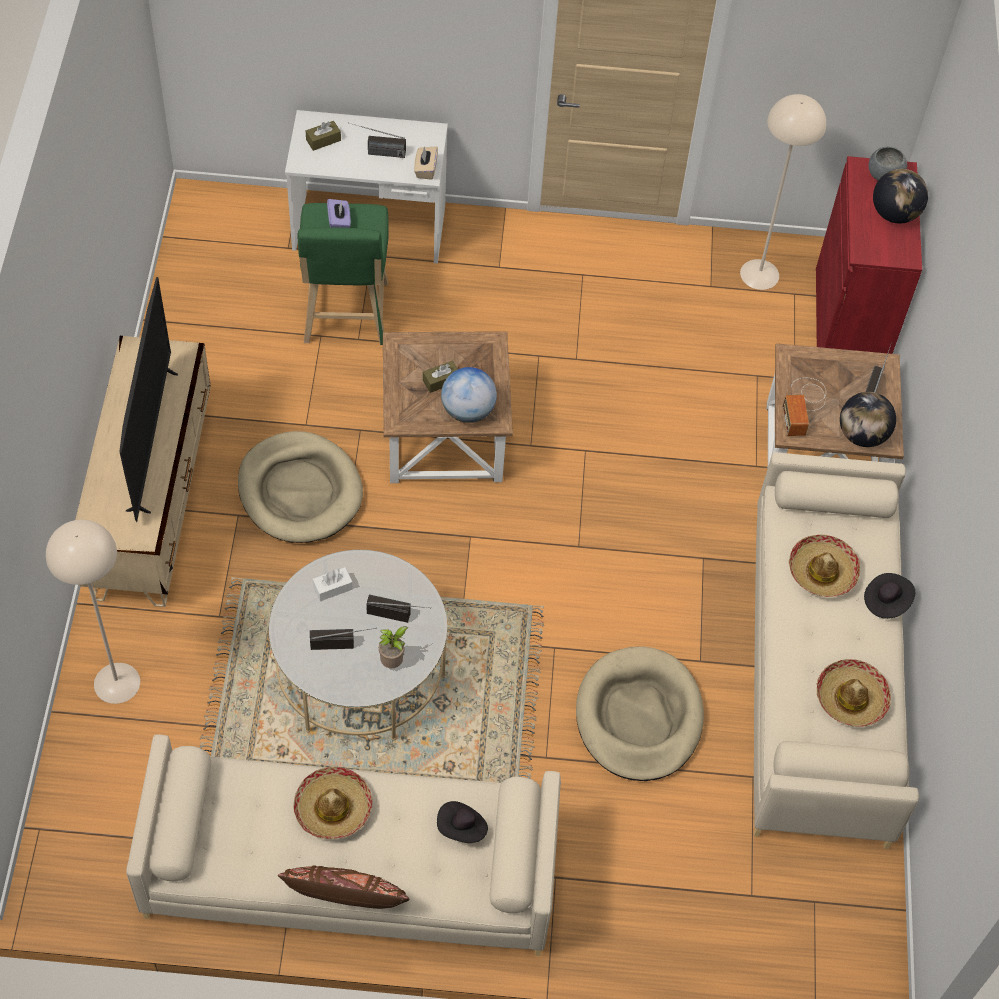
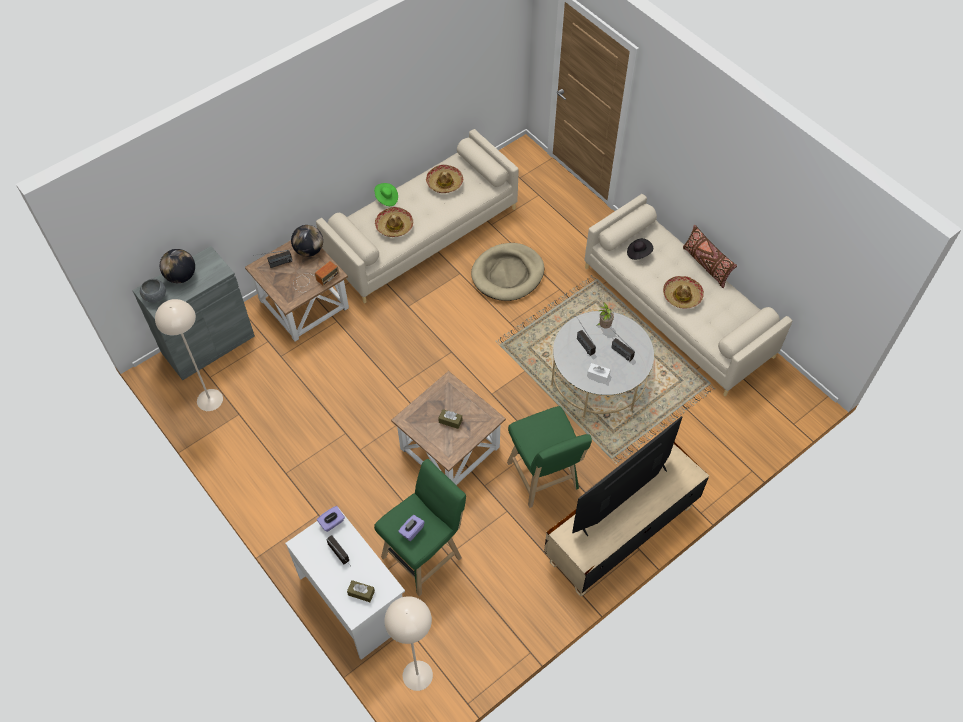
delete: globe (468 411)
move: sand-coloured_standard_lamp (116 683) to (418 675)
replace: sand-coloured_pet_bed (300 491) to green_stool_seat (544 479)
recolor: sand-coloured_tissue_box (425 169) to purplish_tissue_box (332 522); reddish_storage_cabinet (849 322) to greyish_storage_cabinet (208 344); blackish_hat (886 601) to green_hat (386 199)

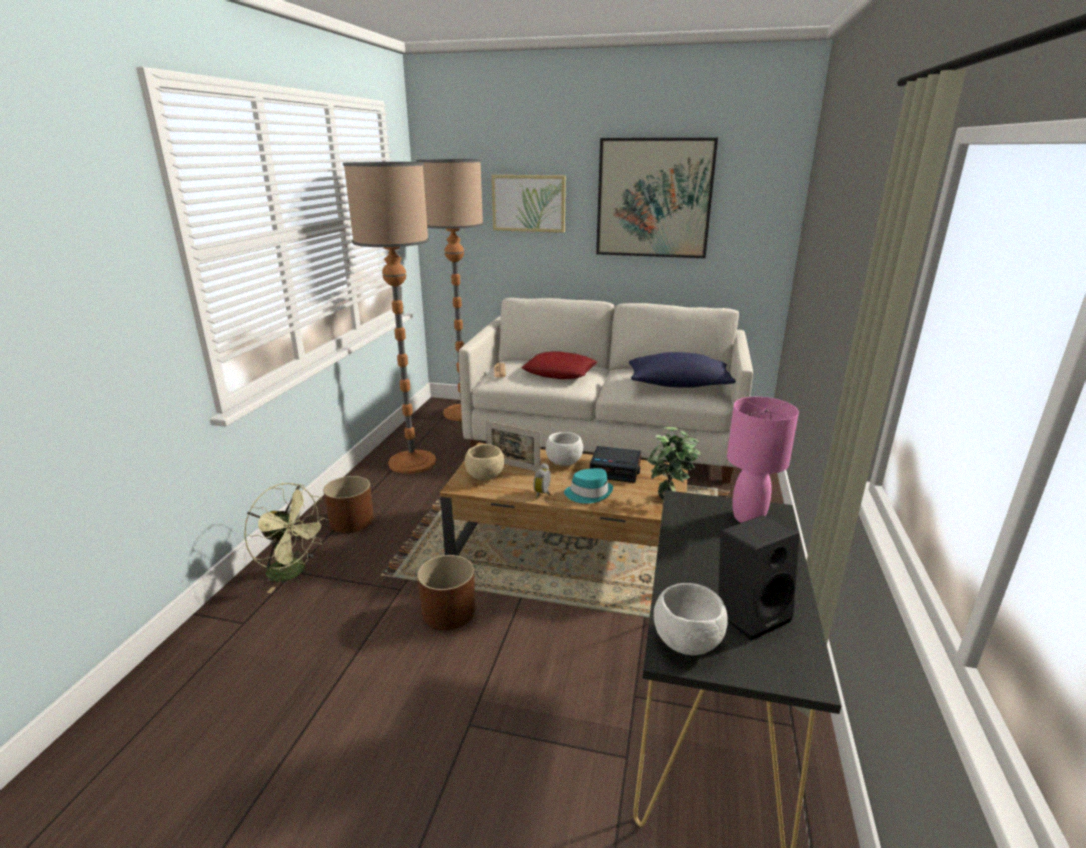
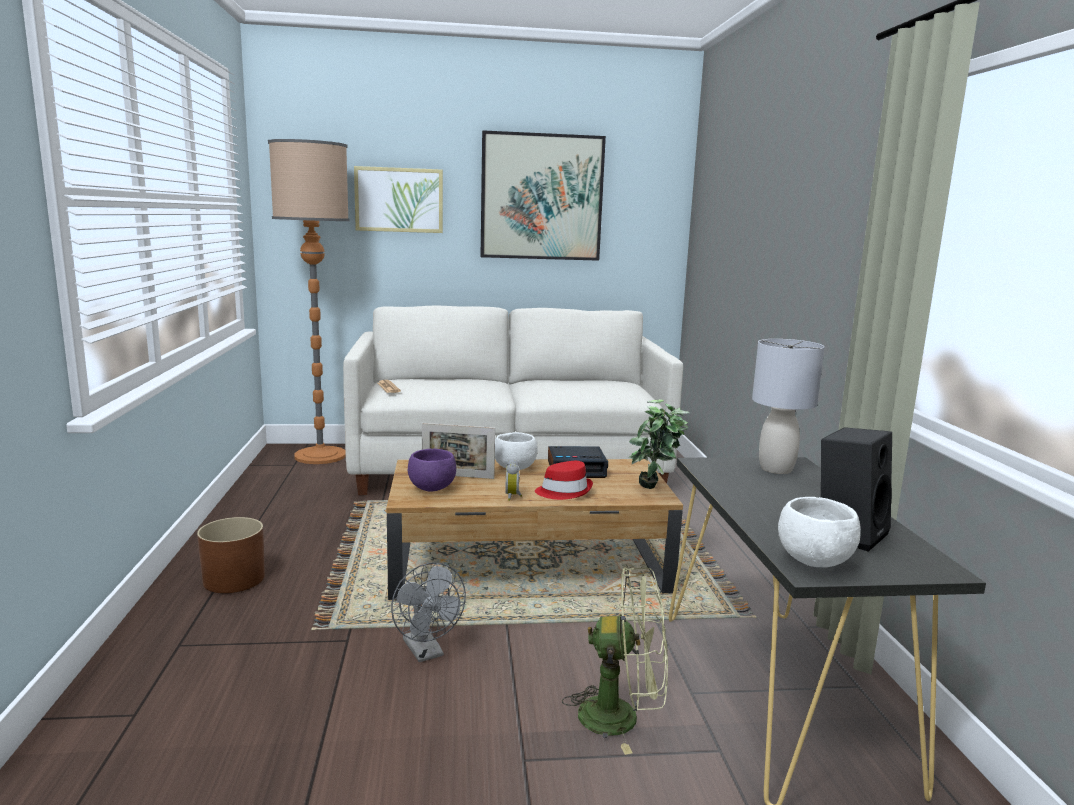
delete: standard_lamp (412 462); reddish_pillow (559 372); blue-coloured_pillow (678 385)
move: green_cooling_fan (293 572) to (622 717)
replace: brownish_flower_pot (449 611) to greyish_cooling_fan (426 652)
recolor: sand-coloured_bowl (485 477) to purplish_bowl (432 488); turquoise-coloured_hat (589 493) to reddish_hat (564 491); pink_lamp_for_a_table (748 518) to greyish_lamp_for_a_table (776 469)

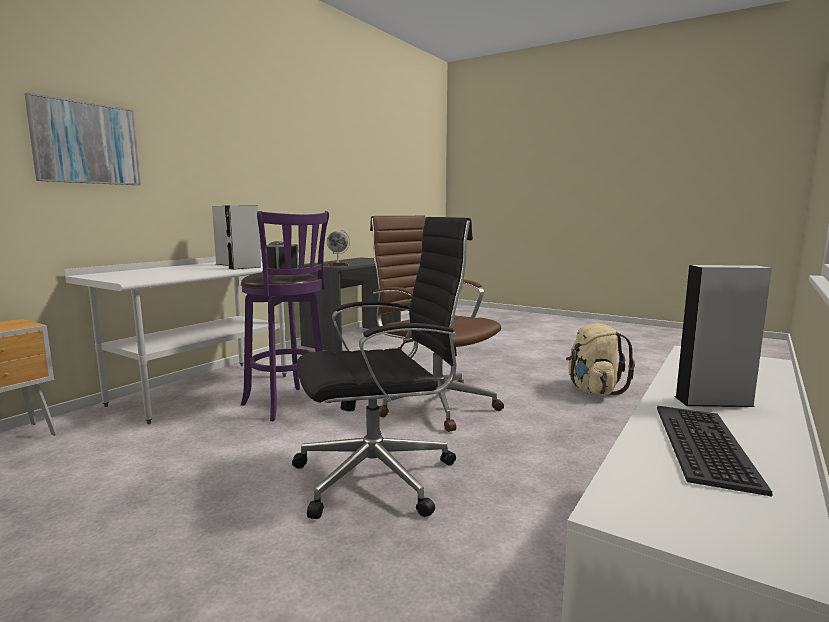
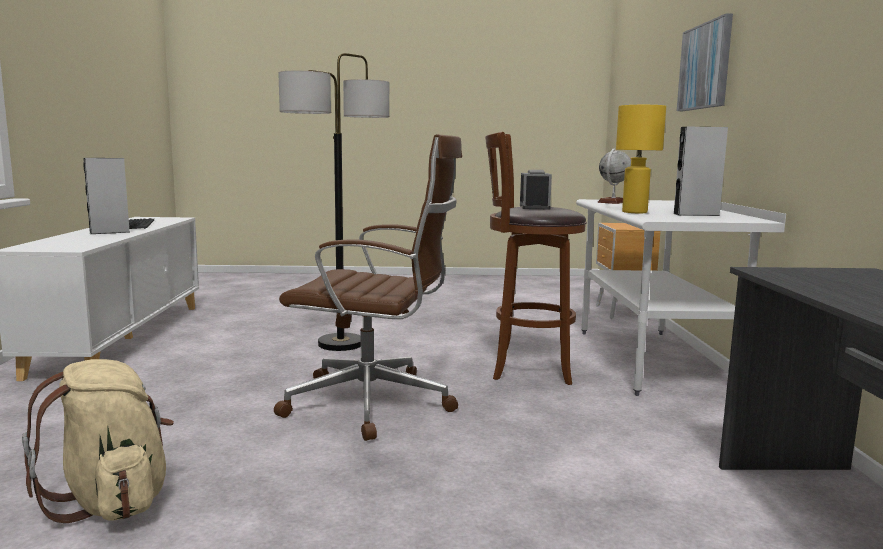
move: globe (338 265) to (613 202)
replace: greyish_speaker (245 268) to yellow-coloured_lamp_for_a_table (634 212); blackish_computer_chair (381 476) to standard_lamp (340 344)
recolor: purplish_stool_seat (289 404) to brownish_stool_seat (527 367)

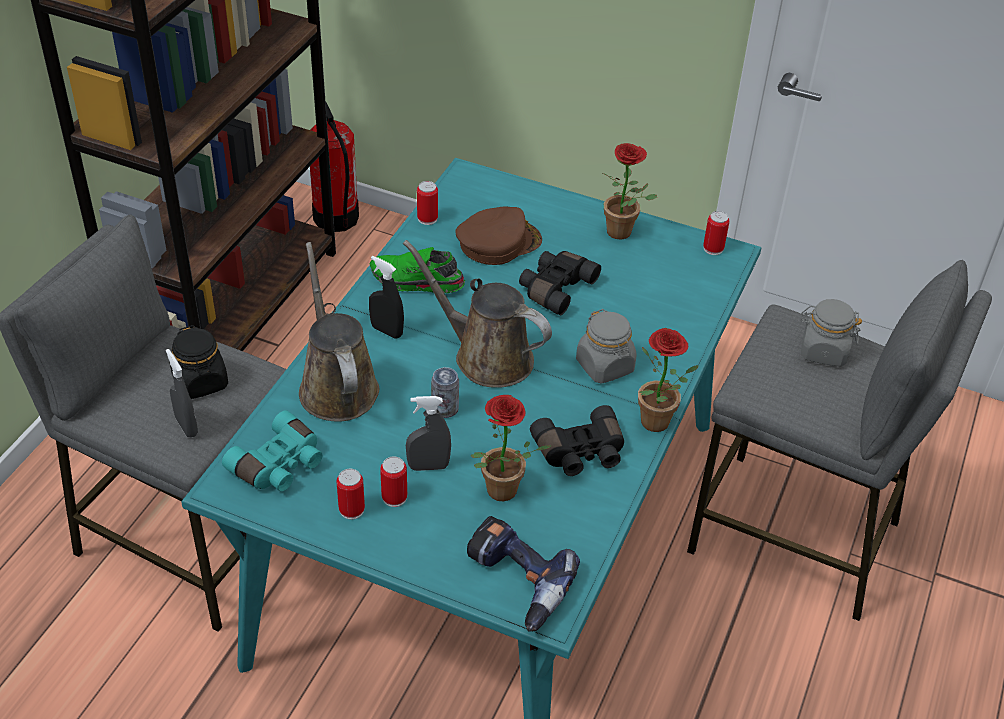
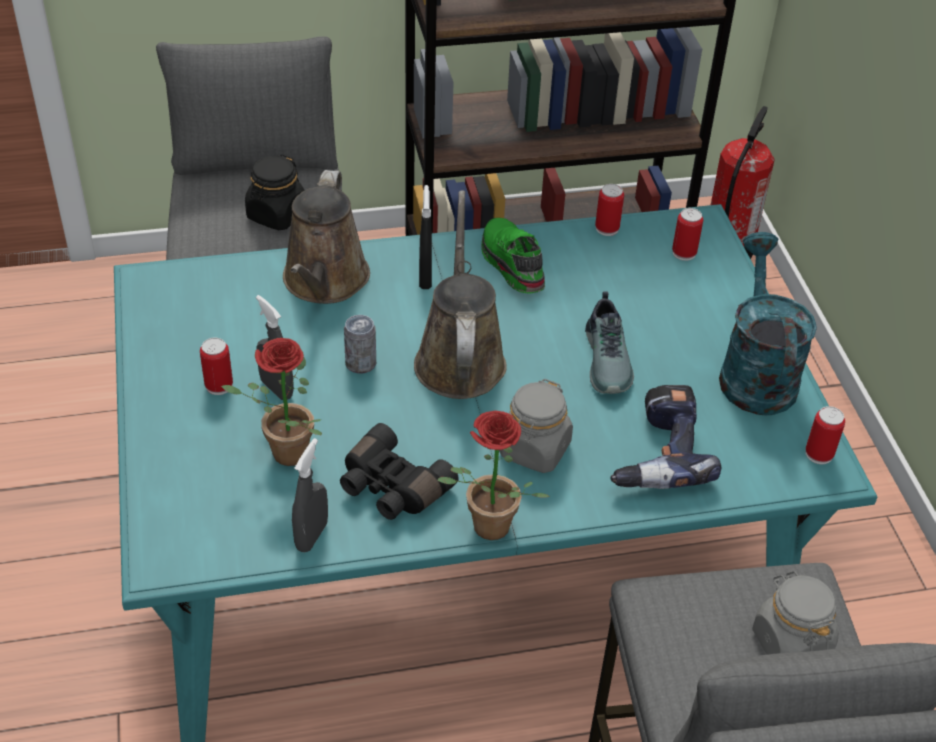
delete: turquoise-coloured_pair_of_binoculars (280 465); brownish_peaked_cap (498 242)
move: greyish_sprayer (186 426) to (311 536); can (351 510) to (684 253); power_drill (515 583) to (656 453)
replace: blackish_pair_of_binoculars (555 288) to low_shoe (609 360); potted_plant (624 233) to turquoise-coloured_watering_pot (755 372)
rotate: brownish_watering_pot (336 385) = (324 282) 150 degrees clockwise

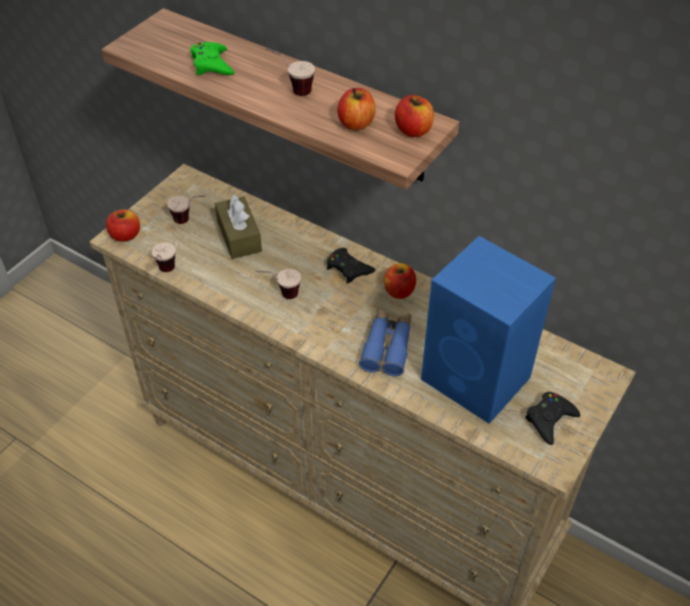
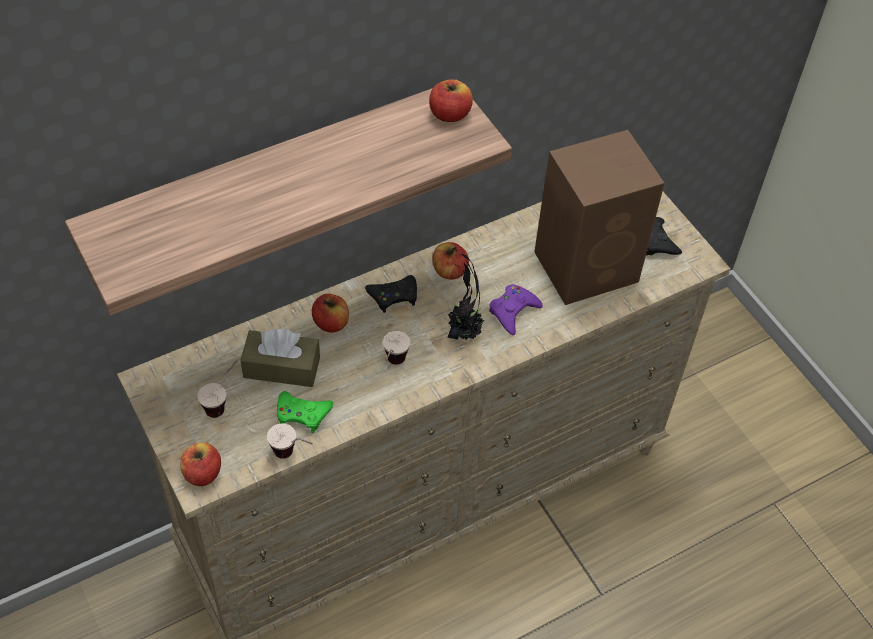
delete: small_cup (291 90)
insert: potted_plant (463 331)
move: green_gamepad (212 64) to (302 414); apple_fruit (356 123) to (331 323)
replace: blue-coloured_pair_of_binoculars (387 347) to purplish_gamepad (513 311)
recolor: blue-coloured_speaker (478 380) to brownish_speaker (588 266)

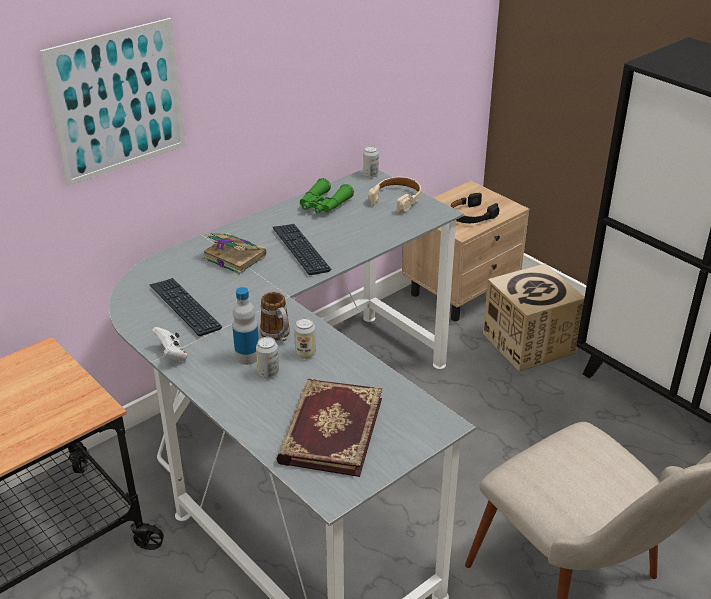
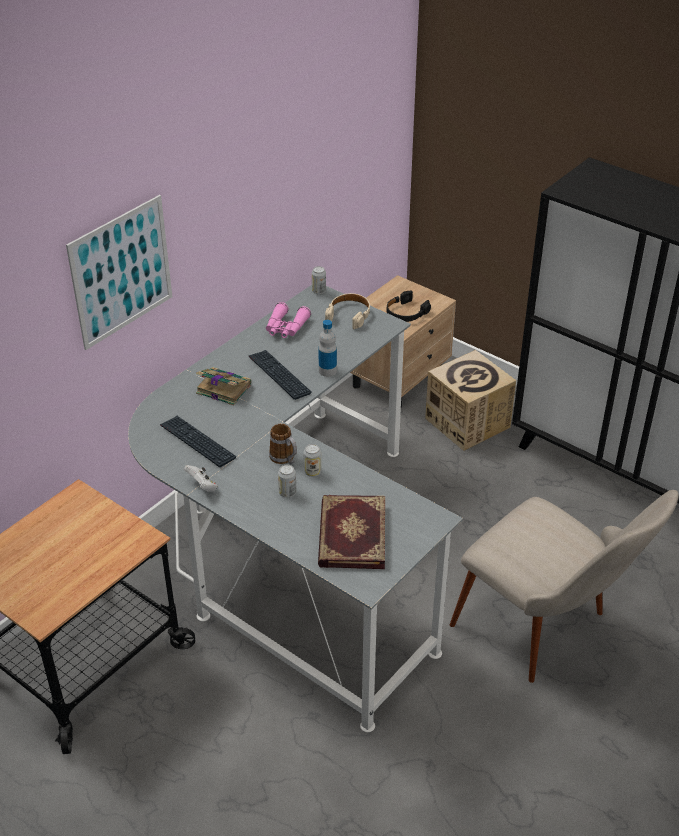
move: beverage_bottle (247 356) to (327 371)
recolor: green_pair_of_binoculars (323 205) to pink_pair_of_binoculars (286 328)

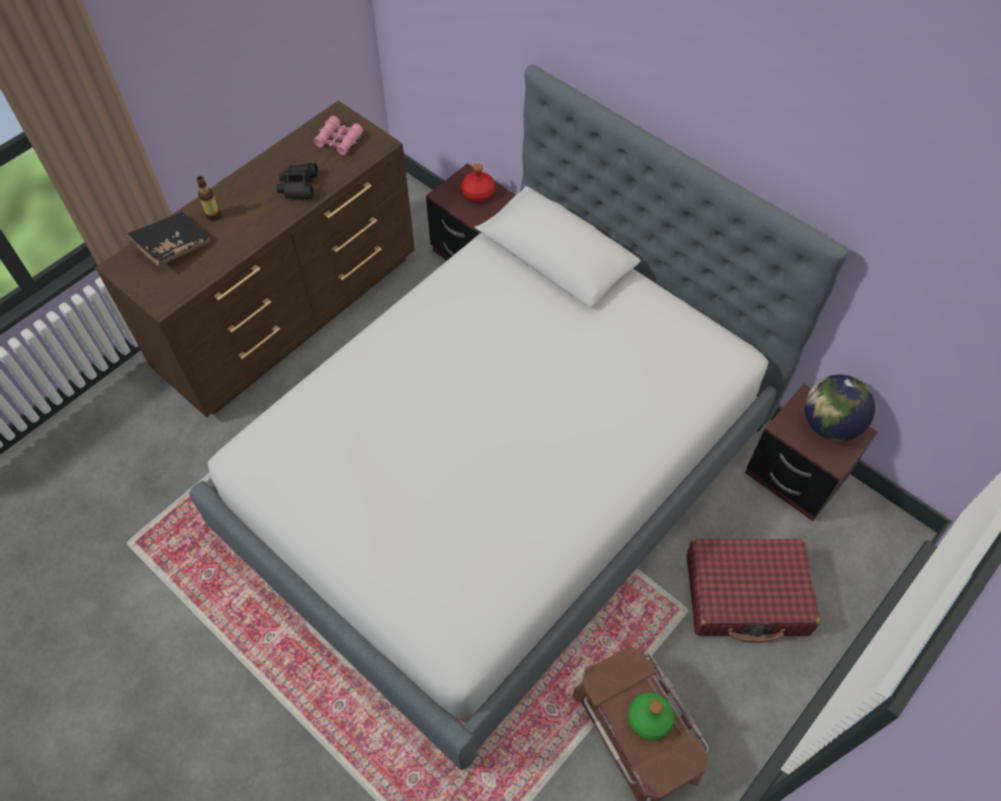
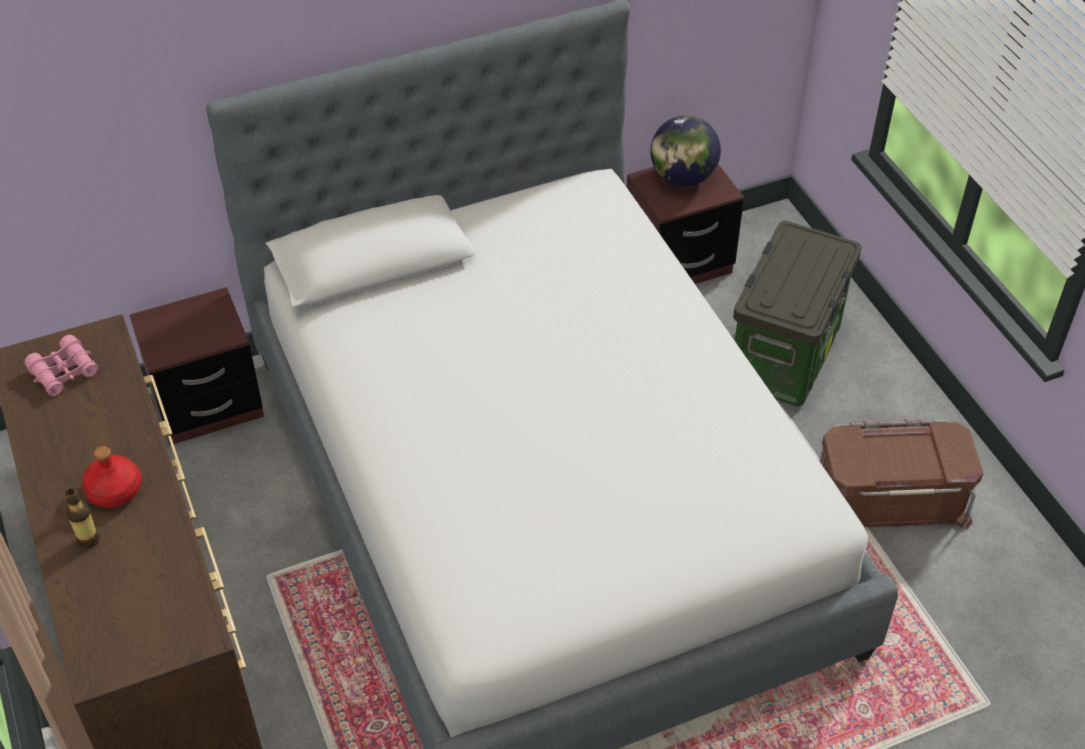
delete: blackish_book (173 246); blackish_pair_of_binoculars (299 186); green_beverage_bottle (649 719)
move: reddish_beverage_bottle (478 193) to (114 490)
replace: reddish_piece_of_luggage (746 595) to storage_bin (784 354)

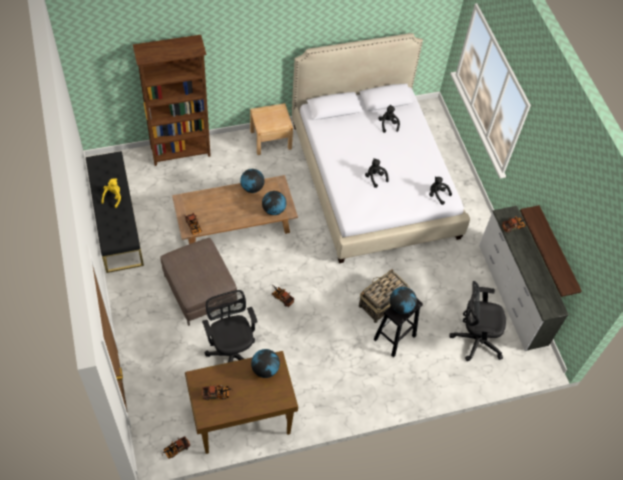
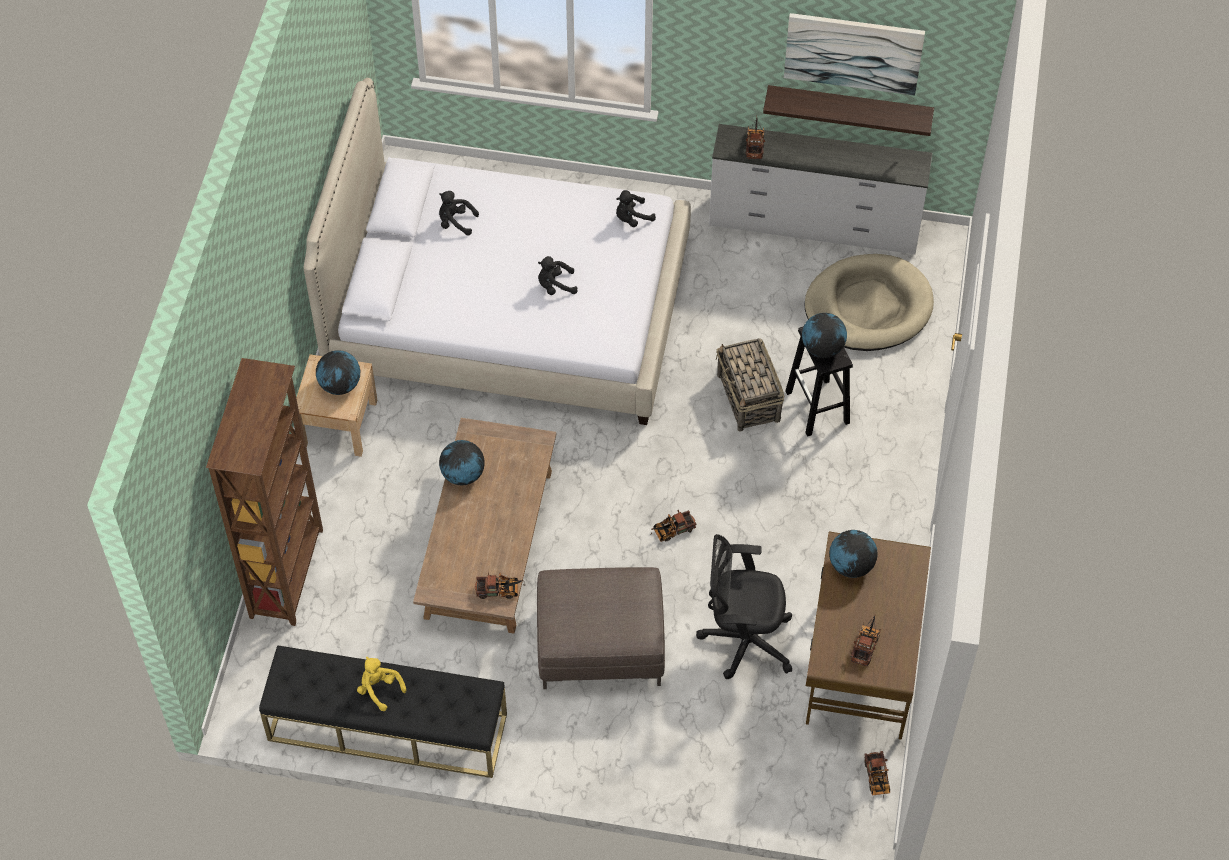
insert: picture (853 52)
move: globe (274 210) to (340 385)
replace: blackish_computer_chair (474 339) to sand-coloured_pet_bed (868 307)

